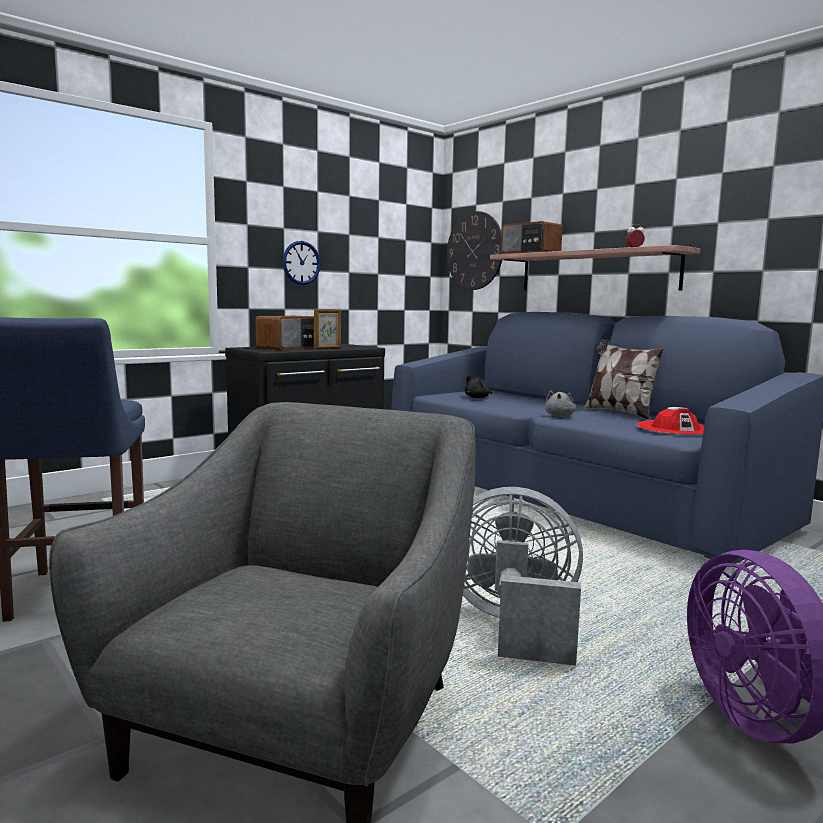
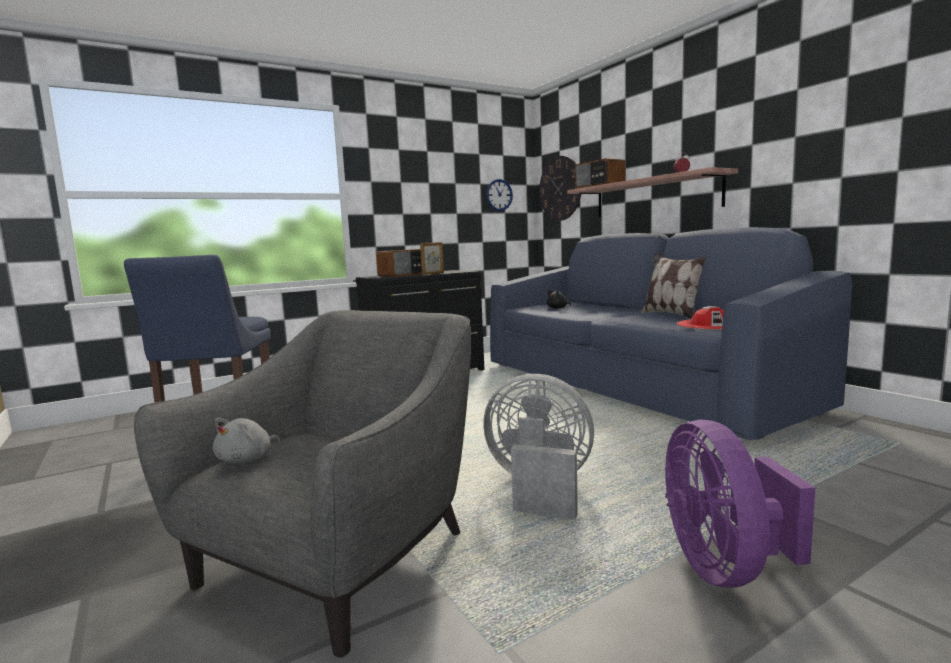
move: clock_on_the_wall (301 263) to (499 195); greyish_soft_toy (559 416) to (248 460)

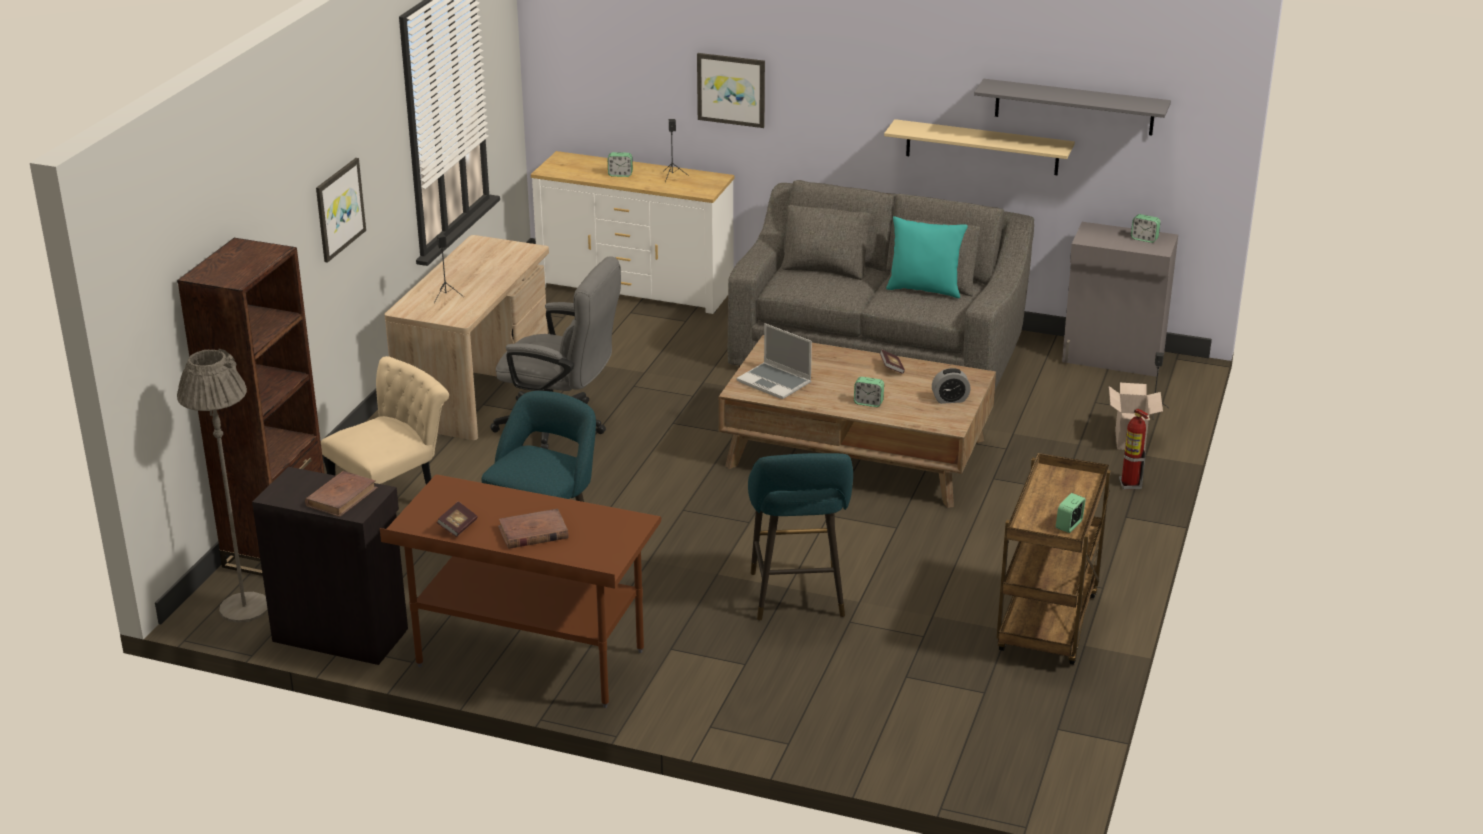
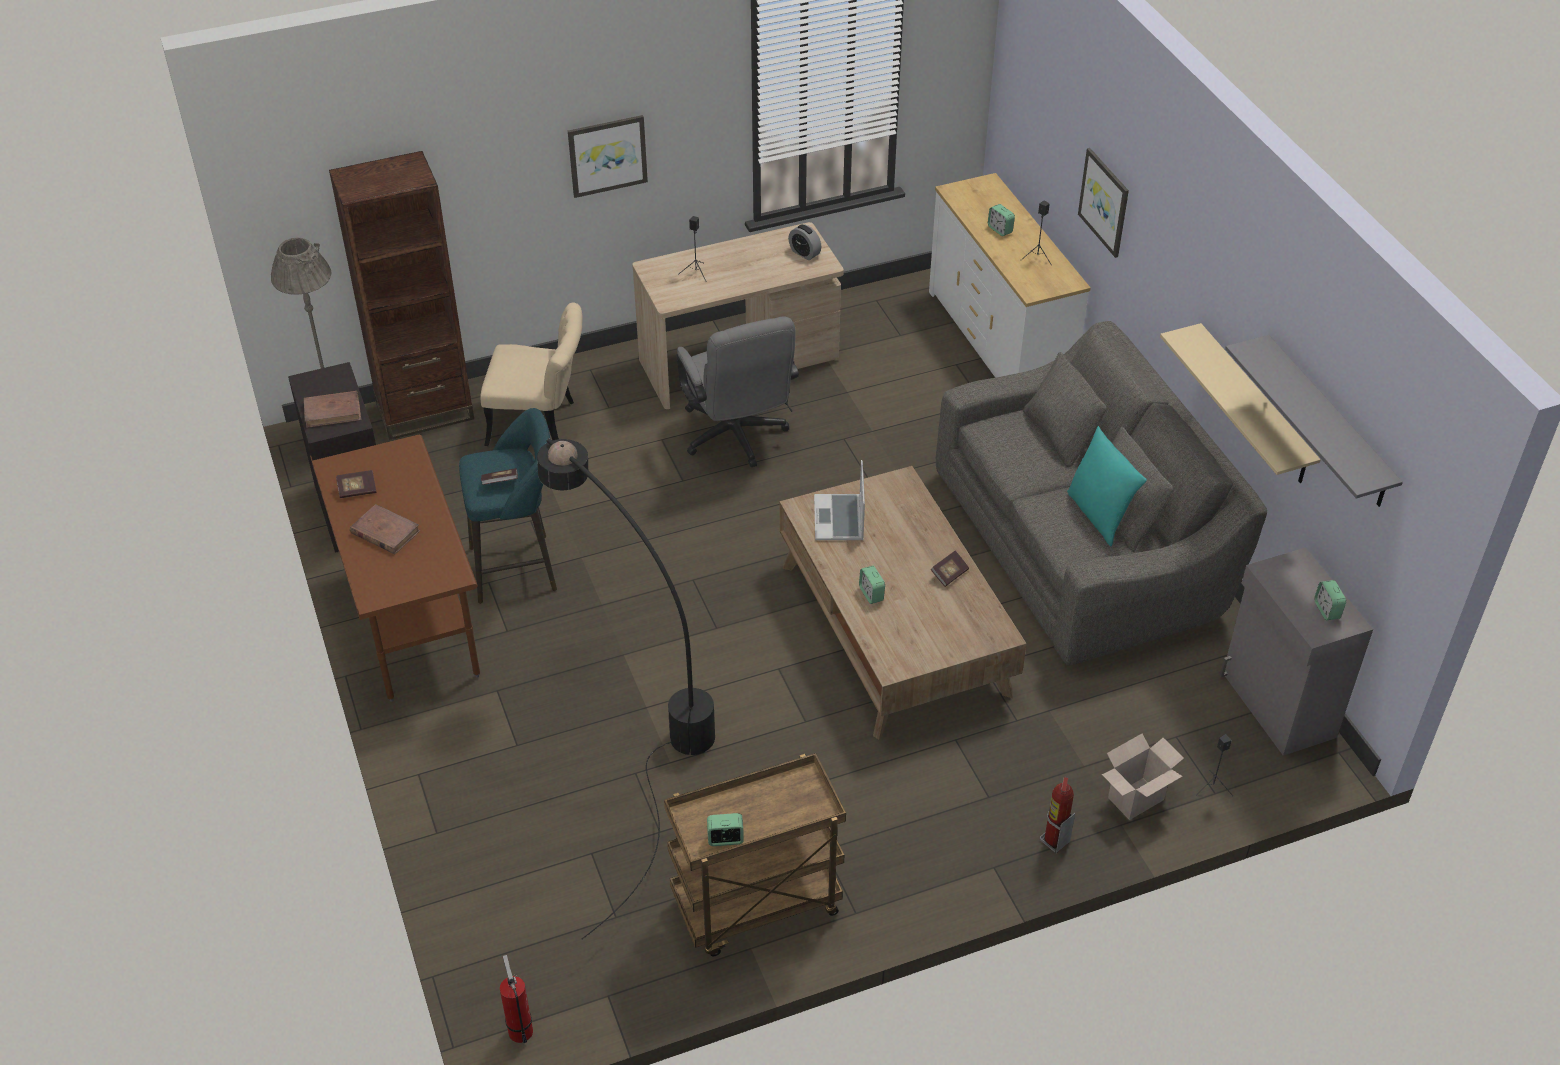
insert: book (500 482); fire-fighting_cylinder (520 1028)
move: bedside_clock (950 399) to (804 253)
replace: turquoise-coloured_stool_seat (797 598) to blackish_standard_lamp (636 722)

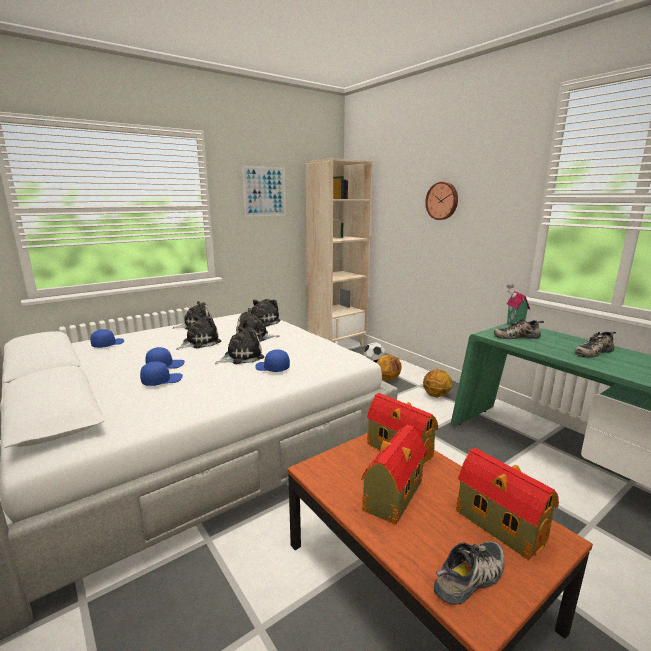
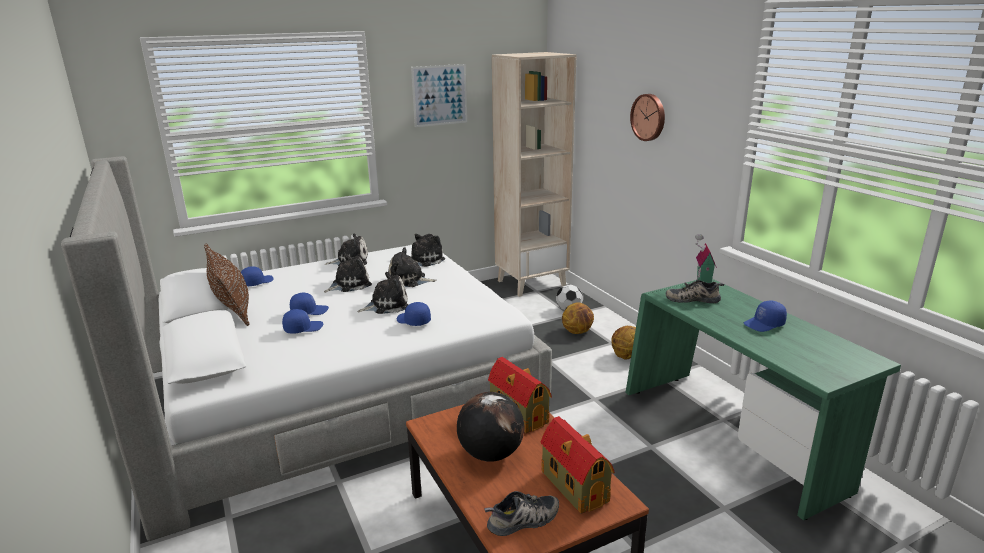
insert: brownish_pillow (232 307)
replace: toy_house (392 496) to globe (490 454); low_shoe (593 351) to blue-coloured_peaked_cap (764 324)

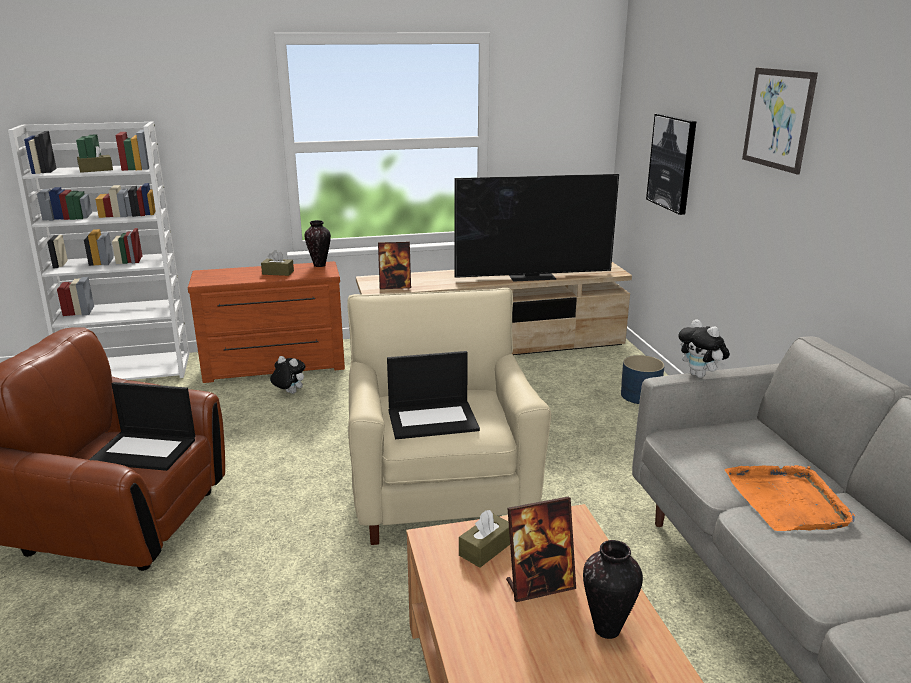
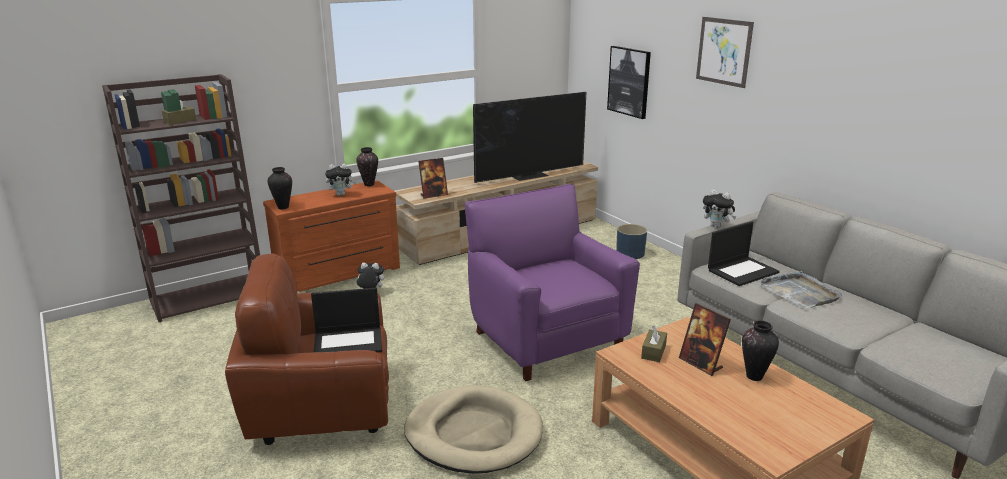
insert: decorative_vase (282 207); sand-coloured_pet_bed (474 434)
move: portable_computer (433 419) to (742 271)
replace: brownish_tissue_box (278 273) to soft_toy (341 194)
recolor: whitish_shelving_unit (129 370) to brownish_shelving_unit (209 297); sand-coloured_armchair (442 492) to purplish_armchair (546 339); orangey_serving_tray (788 501) to greyish_serving_tray (799 292)
rotate: standing_frame (540 585) = (701 364) 90 degrees clockwise

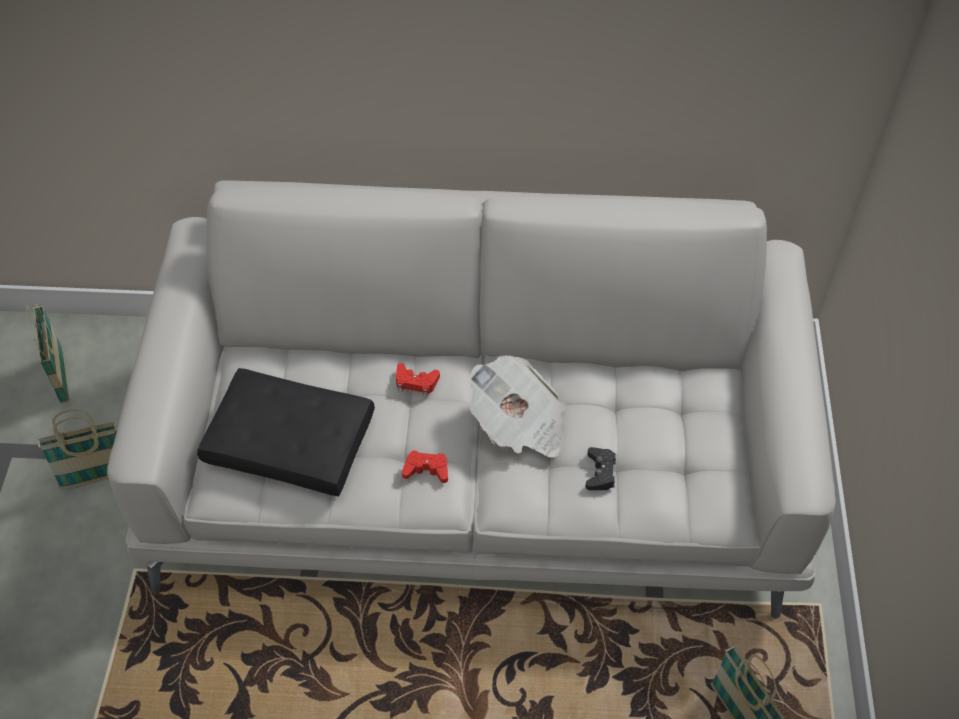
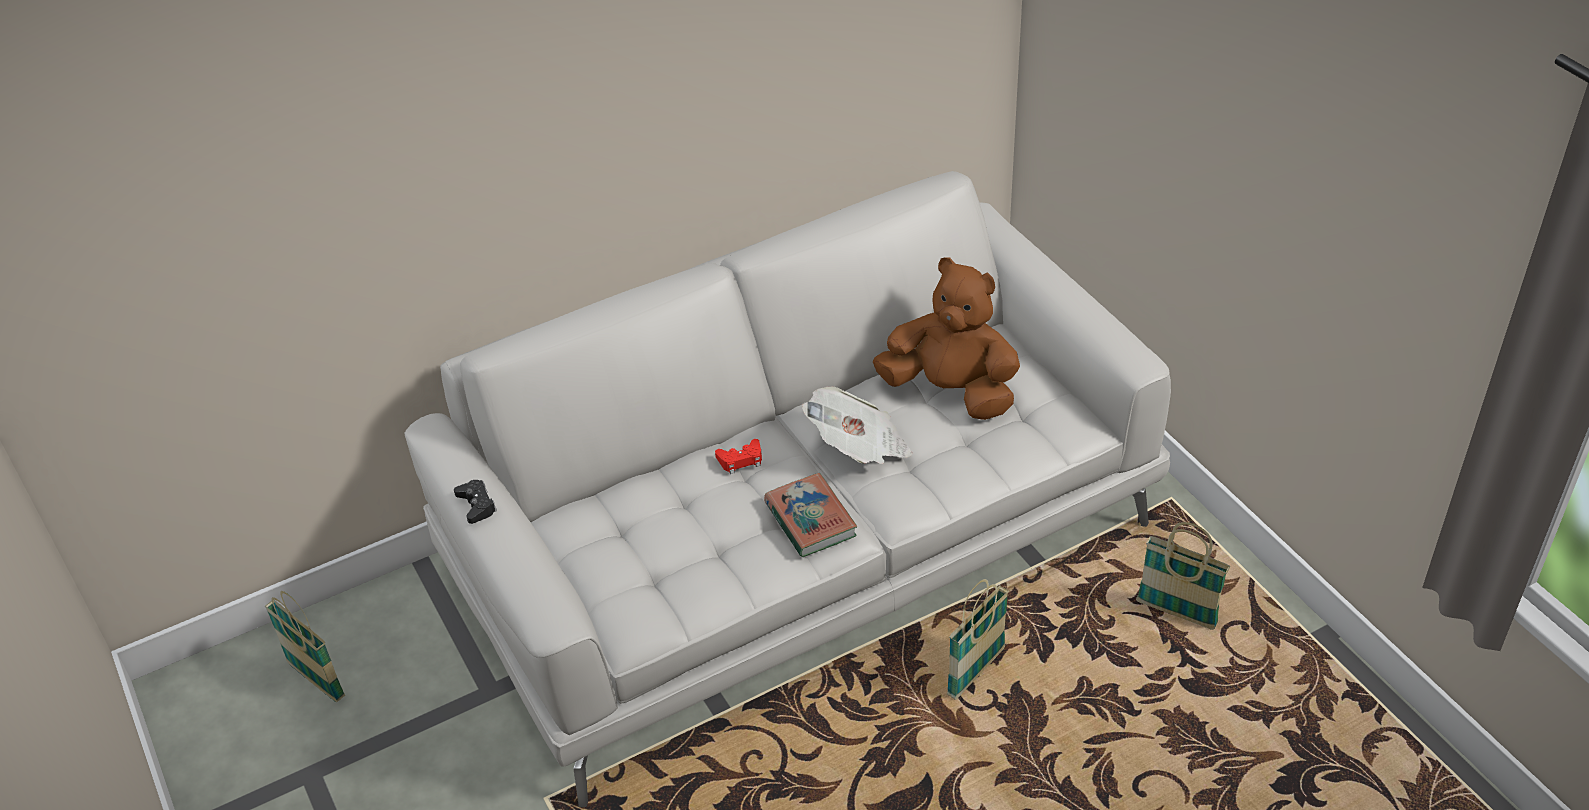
delete: blackish_pillow (292 440)
insert: brownish_soft_toy (951 391)
move: basket (97 478) to (976 672); blackish_gamepad (600 472) to (476 505)
replace: reddish_gamepad (426 470) to book (810 519)

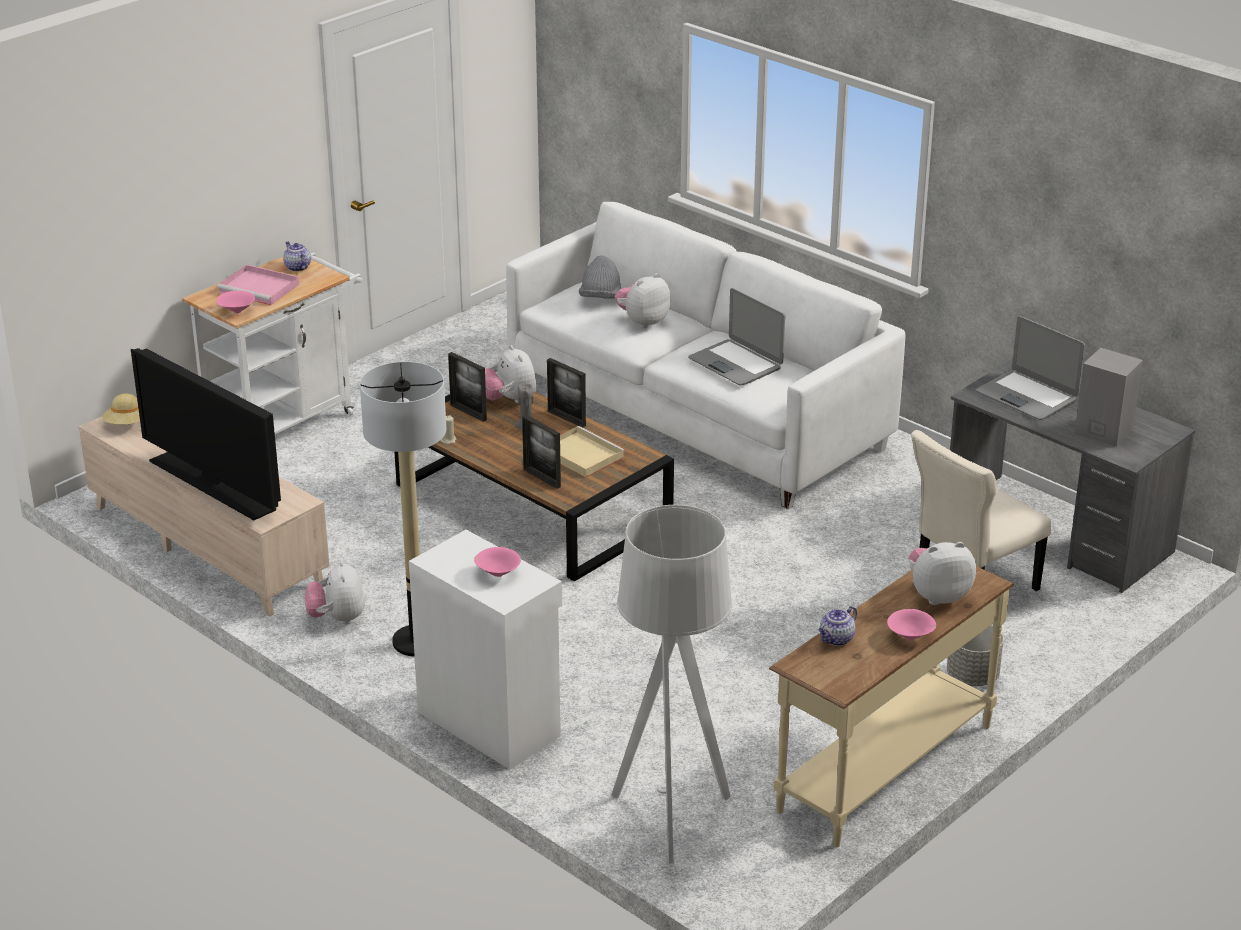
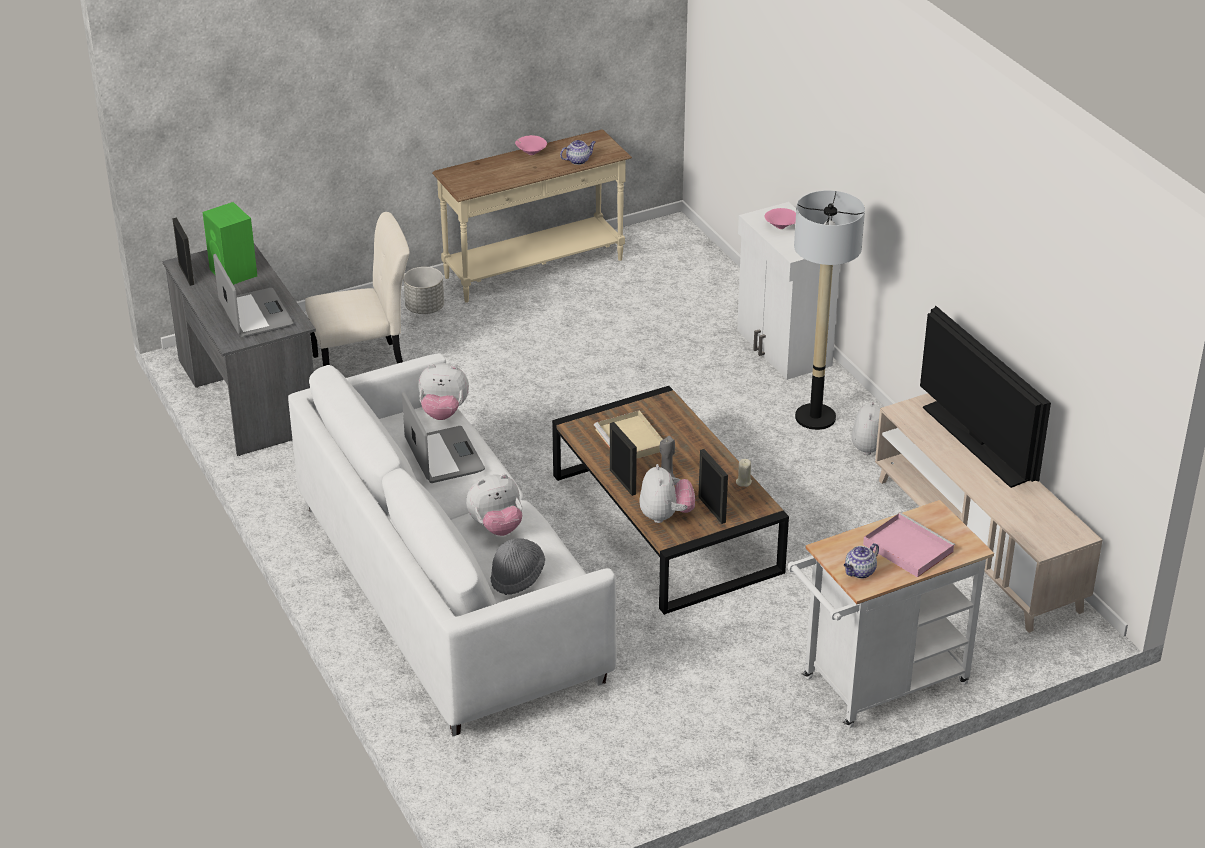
delete: sand-coloured_hat (127 424); pink_bowl (236 311); greyish_standard_lamp (671 818)
move: standing_frame (542 478) to (186 274); soft_toy (937 595) to (443 413)
recolor: greyish_speaker (1102 431) to green_speaker (234 273)
rotate: pot_for_tea (297 267) = (859 572) 60 degrees clockwise

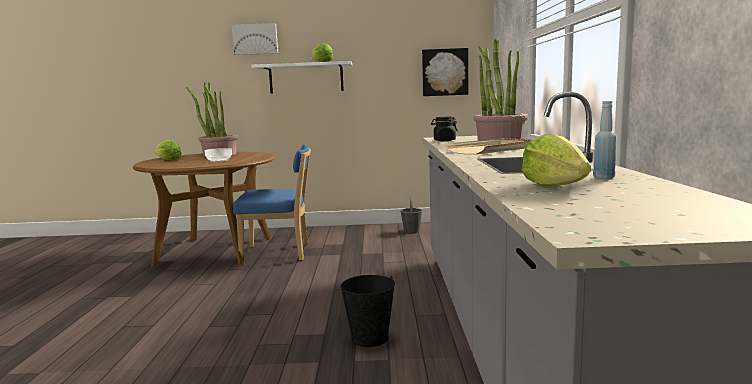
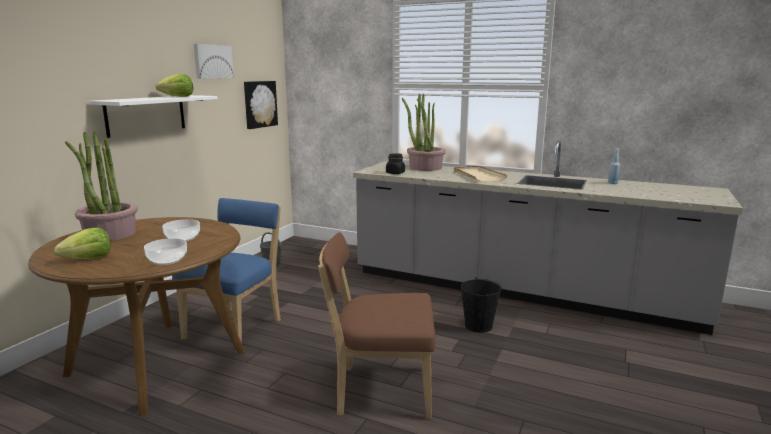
delete: lettuce_head (554 186)
insert: bowl (167 260); brownish_upright_chair (379 391)
move: picture (255 39) to (212 61)

